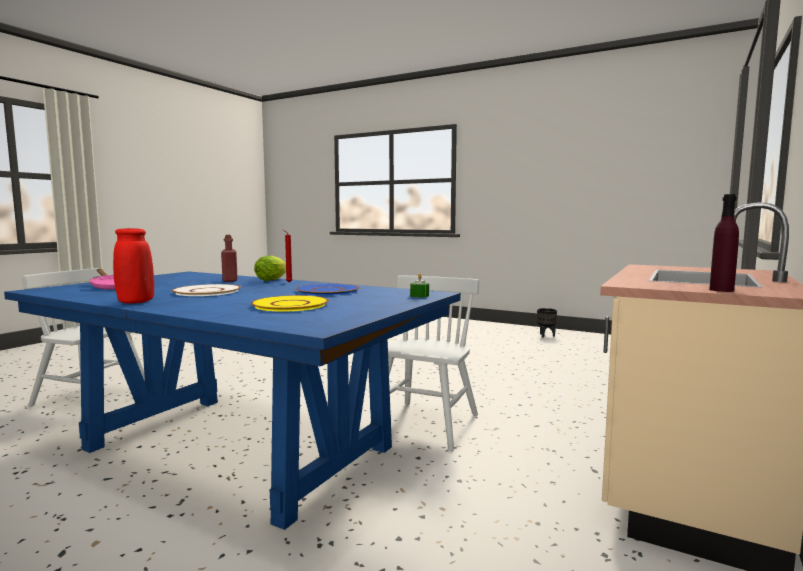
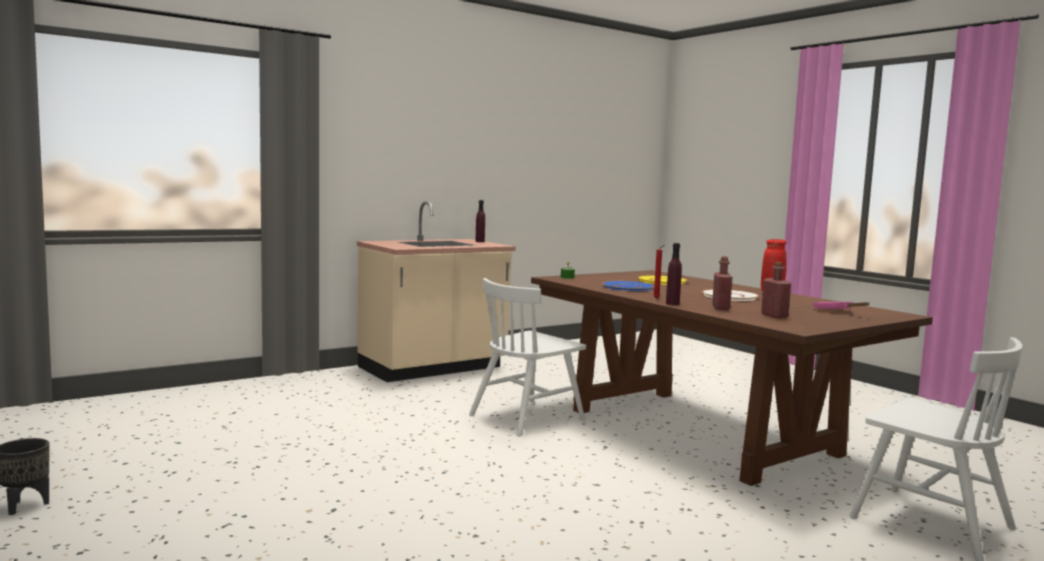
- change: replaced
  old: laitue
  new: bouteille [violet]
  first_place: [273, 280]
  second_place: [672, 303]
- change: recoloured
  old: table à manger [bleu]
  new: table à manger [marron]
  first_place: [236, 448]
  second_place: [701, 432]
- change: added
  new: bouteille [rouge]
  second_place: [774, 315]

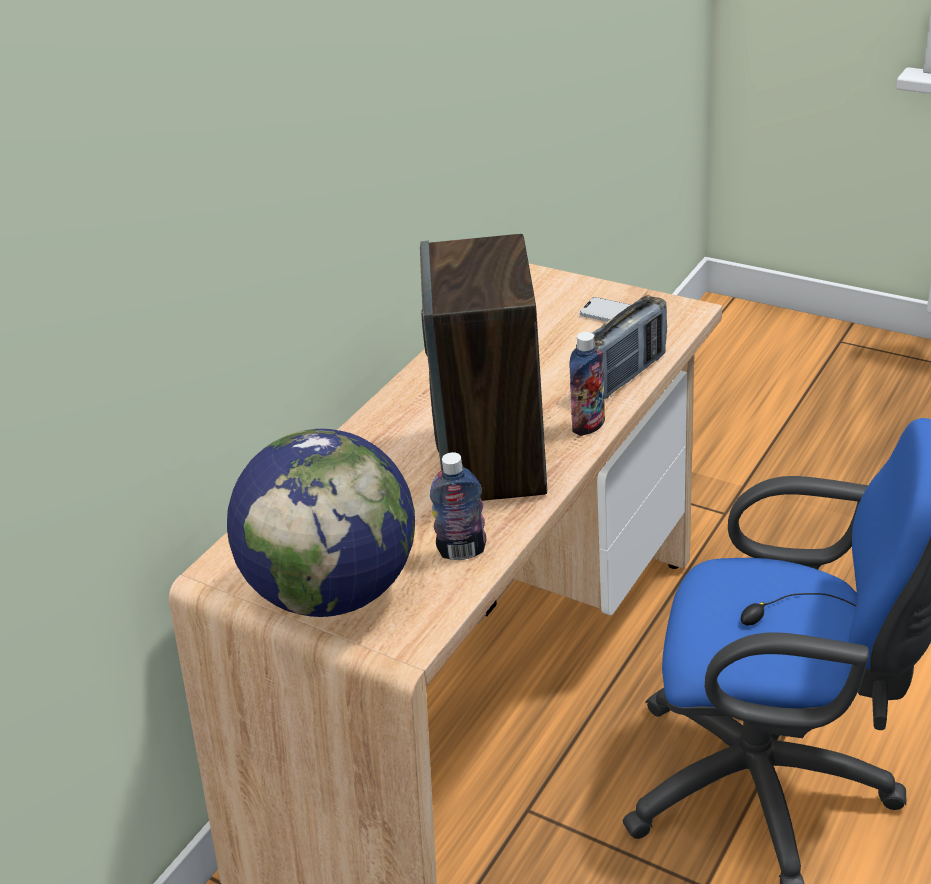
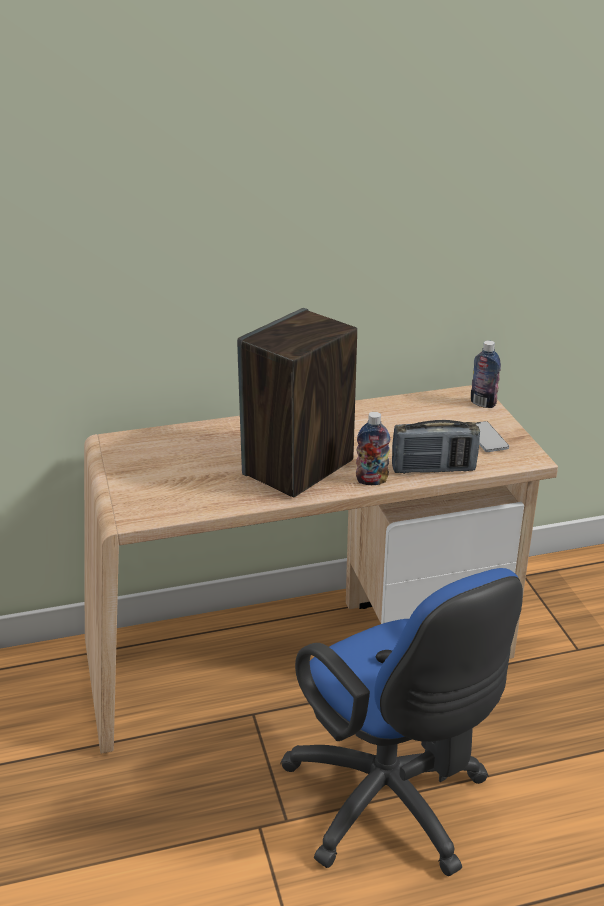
- change: removed
  old: globe
  first_place: [335, 591]
- change: moved
  old: bouteille
  first_place: [462, 551]
  second_place: [483, 403]

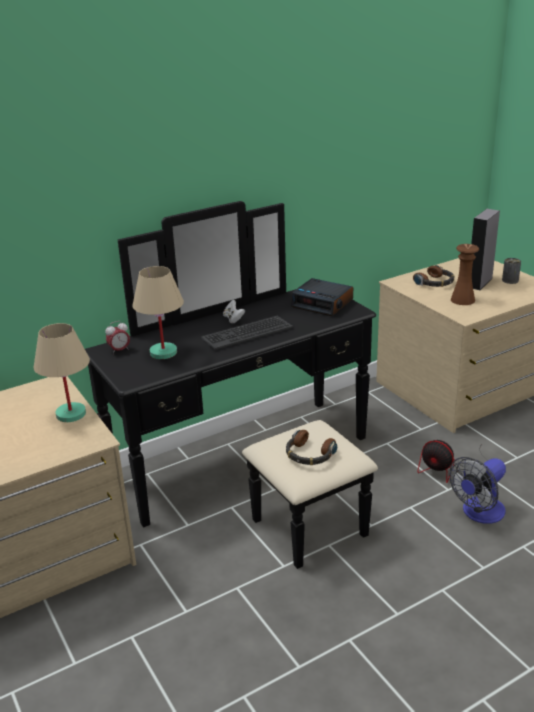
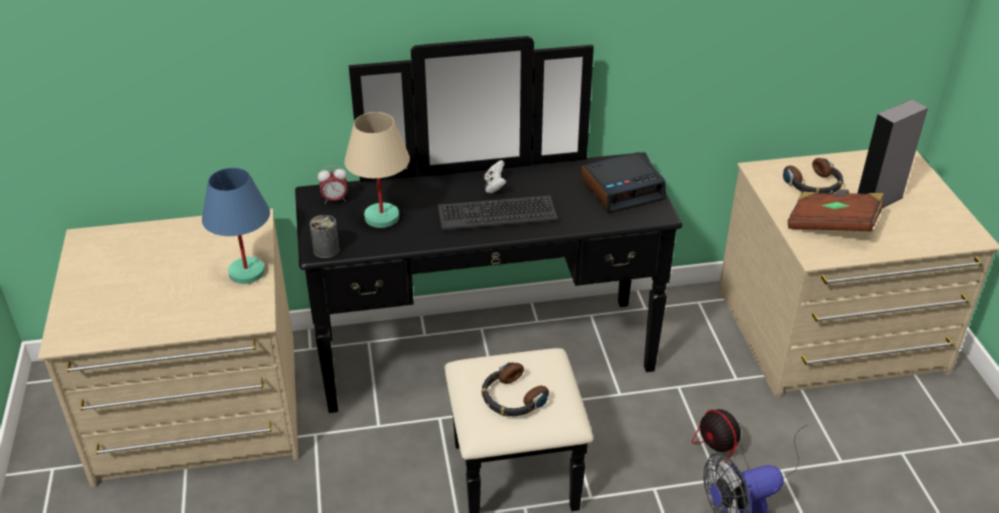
- change: replaced
  old: vase [marron]
  new: livre [marron]
  first_place: [462, 300]
  second_place: [832, 225]
- change: moved
  old: boîte métallique
  first_place: [510, 280]
  second_place: [326, 250]
- change: turned
  old: réveil
  first_place: [323, 303]
  second_place: [622, 189]
  degrees: -75
- change: recoloured
  old: lampe de table [beige]
  new: lampe de table [bleu]
  first_place: [71, 414]
  second_place: [247, 272]

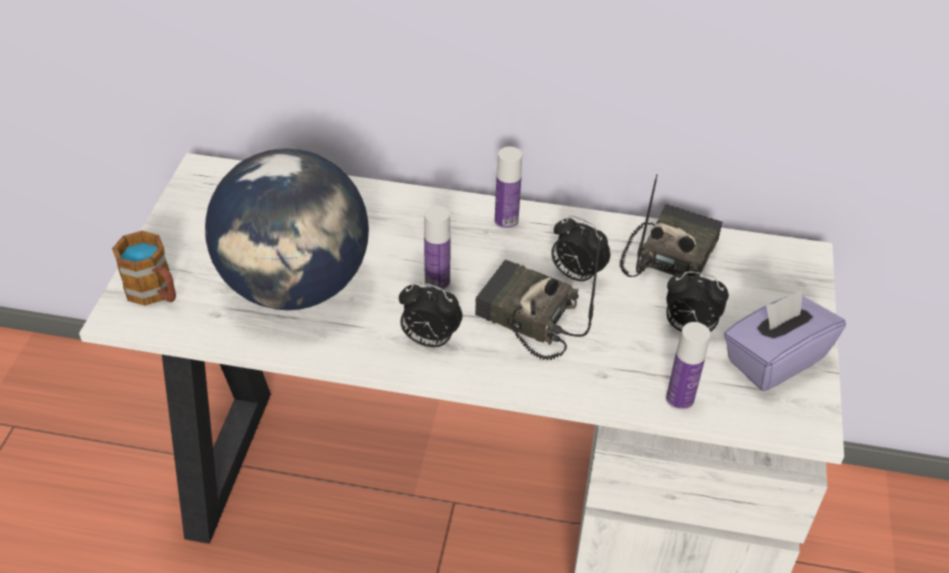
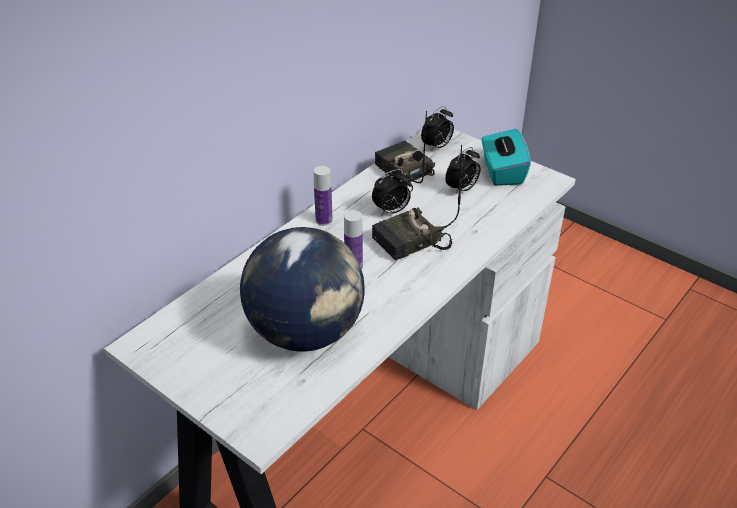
- change: removed
  old: mug
  first_place: [155, 293]
- change: moved
  old: réveil
  first_place: [429, 340]
  second_place: [437, 147]
- change: recoloured
  old: boîte à mouchoirs [violet]
  new: boîte à mouchoirs [turquoise]
  first_place: [774, 359]
  second_place: [502, 172]
- change: removed
  old: bouteille
  first_place: [679, 399]

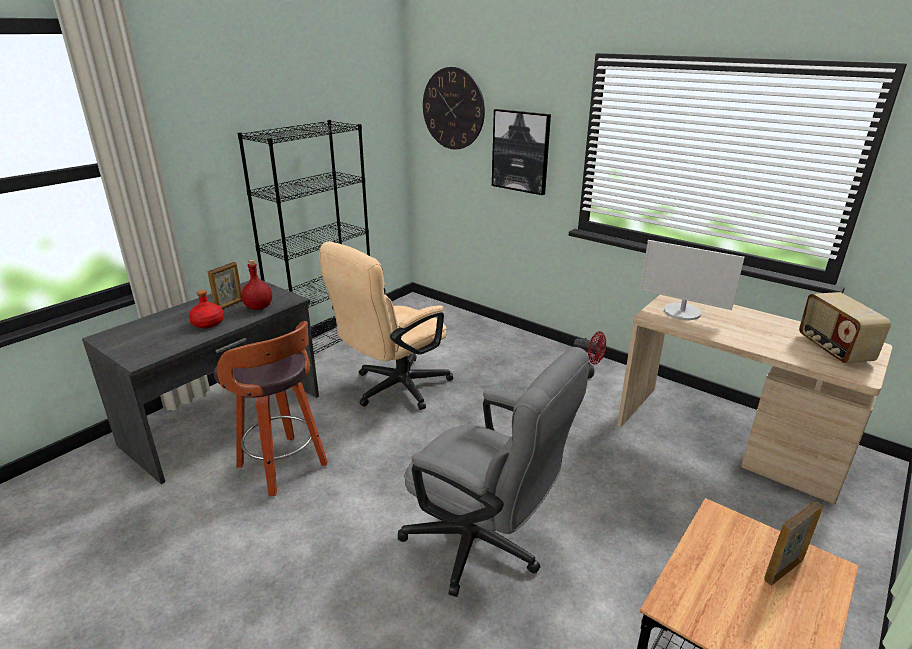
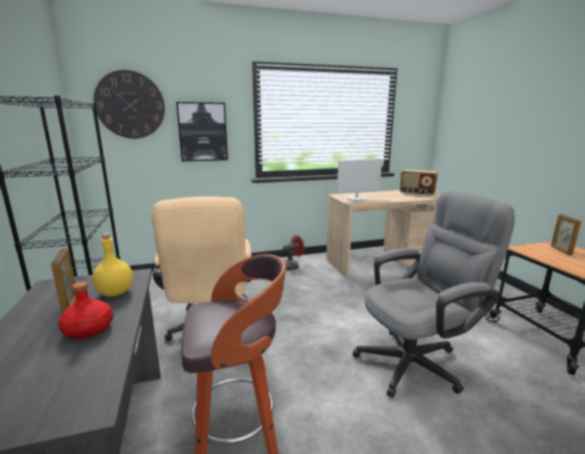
- change: recoloured
  old: bouteille [rouge]
  new: bouteille [jaune]
  first_place: [259, 307]
  second_place: [115, 292]

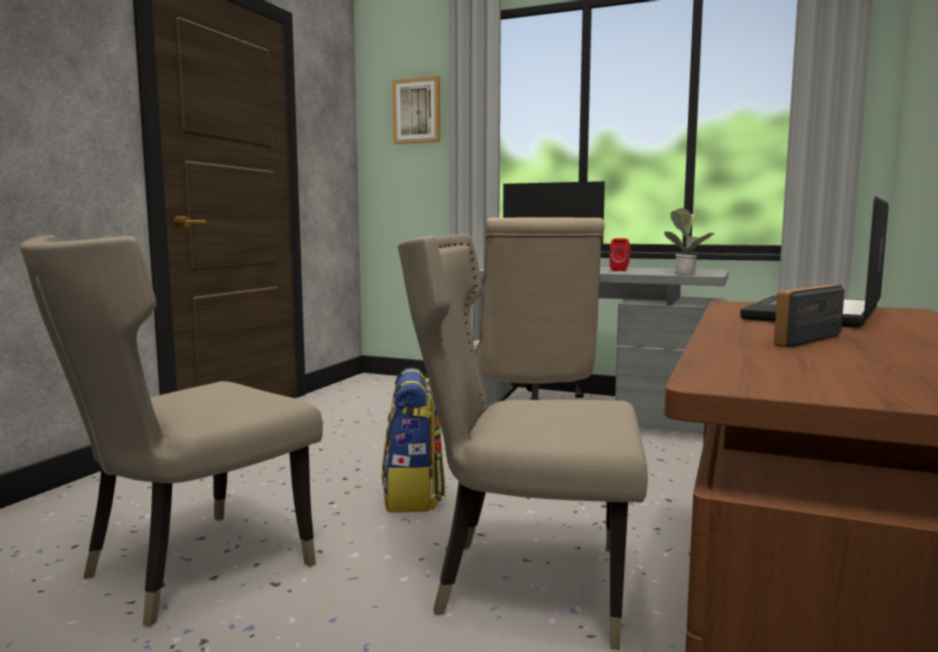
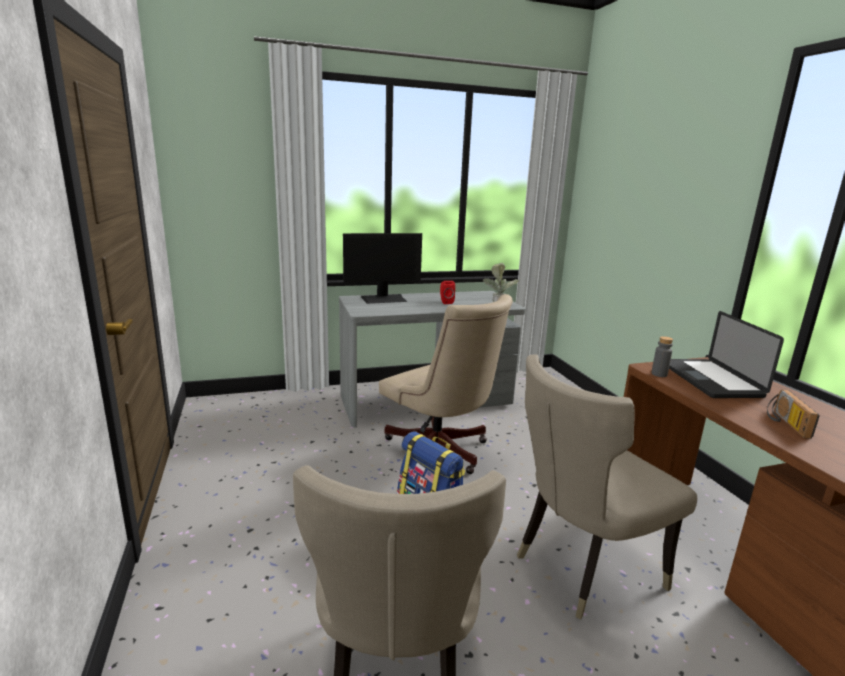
- change: removed
  old: tableau
  first_place: [417, 111]
- change: added
  new: bouteille [gris]
  second_place: [659, 374]

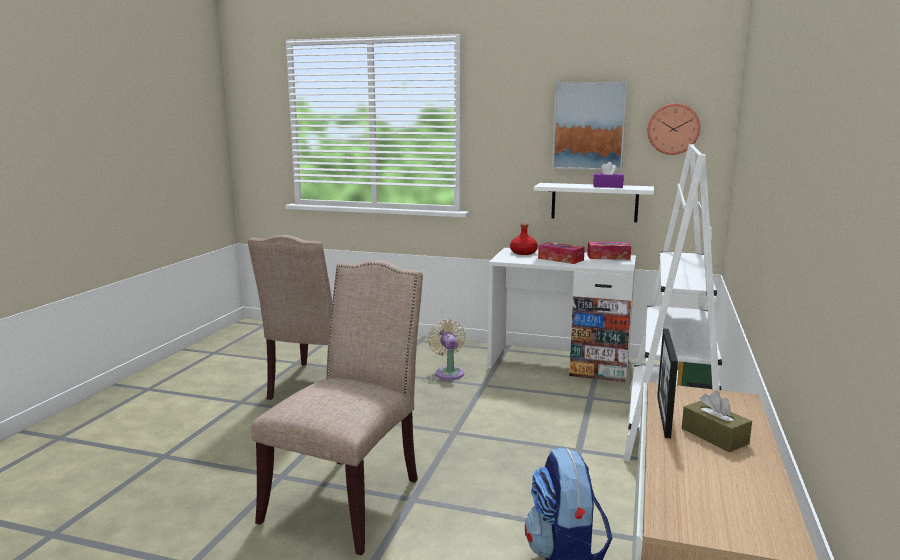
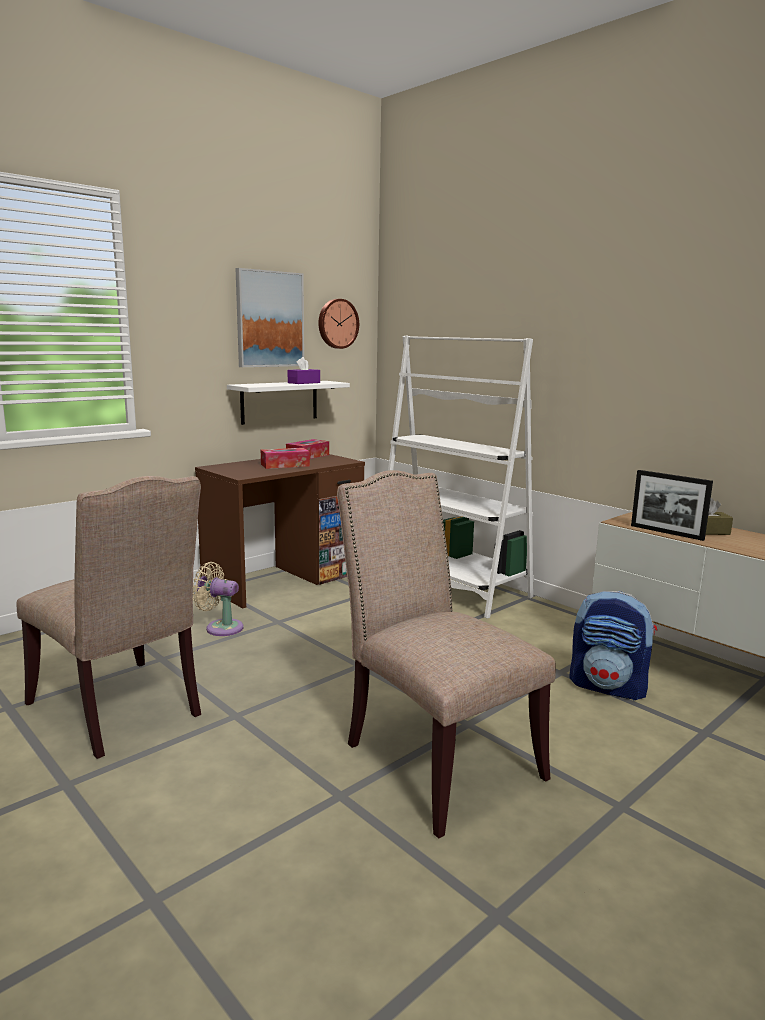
- change: removed
  old: bouteille [rouge]
  first_place: [523, 253]
- change: recoloured
  old: bureau [blanc]
  new: bureau [marron]
  first_place: [559, 362]
  second_place: [284, 579]

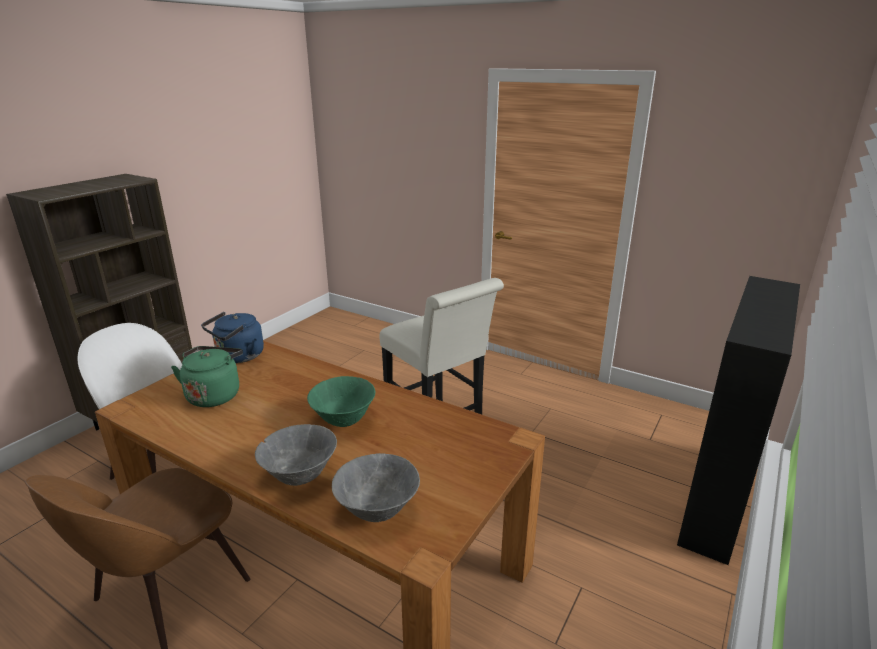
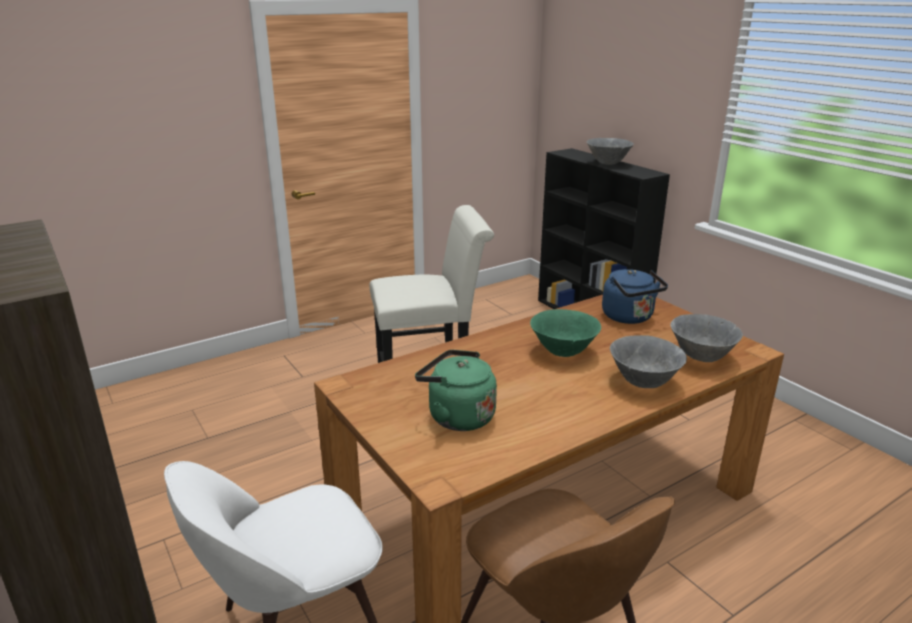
- change: moved
  old: bouilloire [bleu]
  first_place: [238, 357]
  second_place: [629, 317]
- change: added
  new: bol [gris]
  second_place: [608, 163]

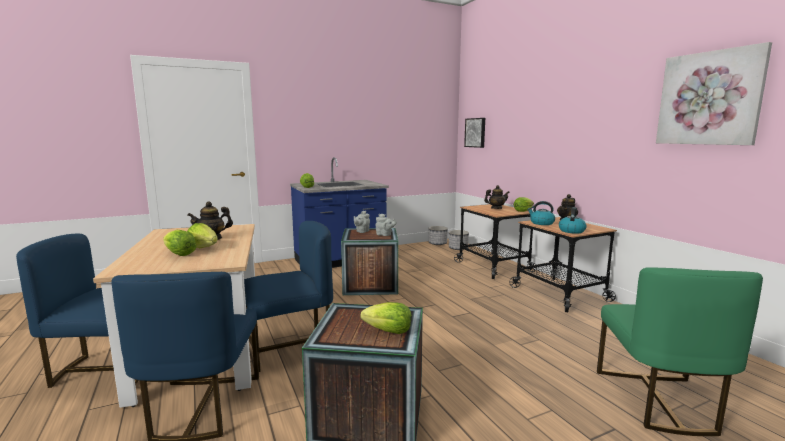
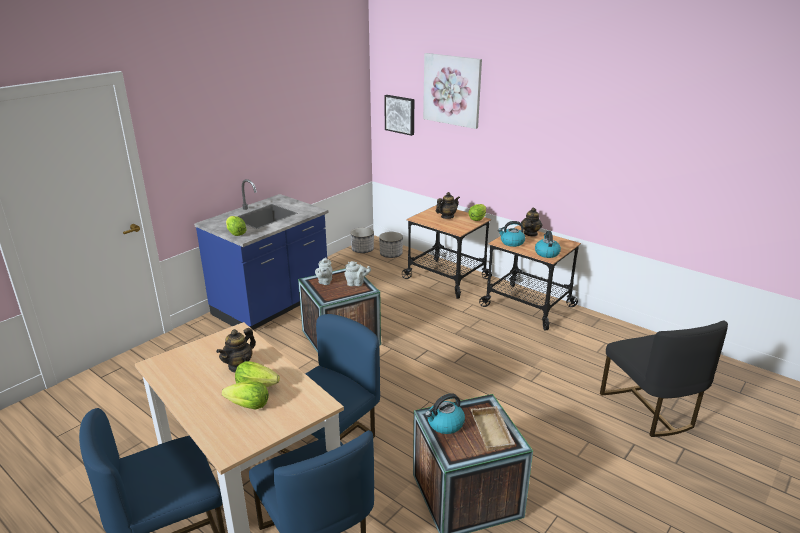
- change: moved
  old: tableau
  first_place: [709, 98]
  second_place: [452, 90]
- change: recoloured
  old: chaise [vert]
  new: chaise [noir]
  first_place: [659, 401]
  second_place: [650, 409]
- change: replaced
  old: laitue
  new: plateau [beige]
  first_place: [388, 332]
  second_place: [493, 432]
- change: added
  new: bouilloire
  second_place: [445, 424]

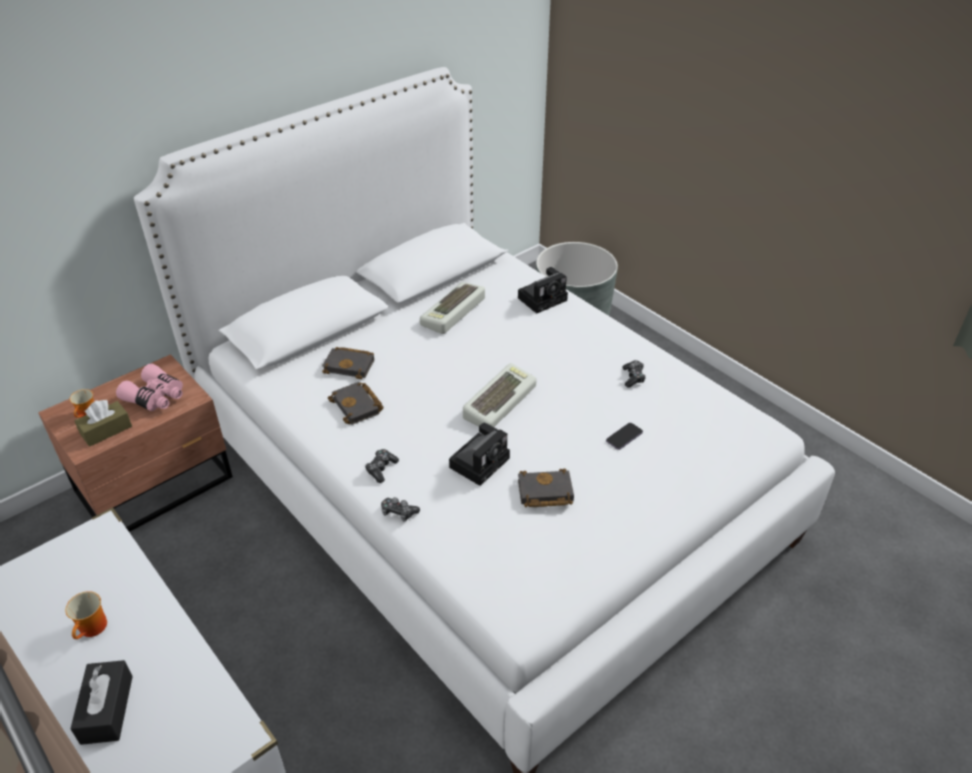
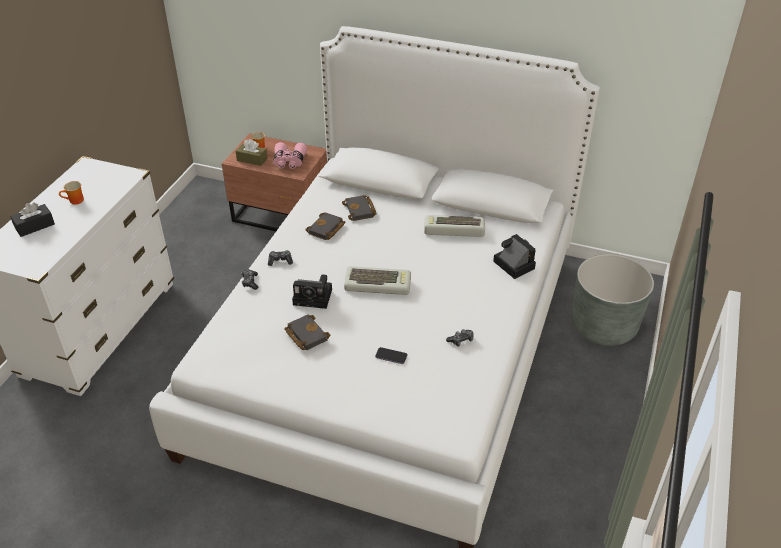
- change: turned
  old: appareil photo
  first_place: [543, 298]
  second_place: [512, 264]
  degrees: -150

